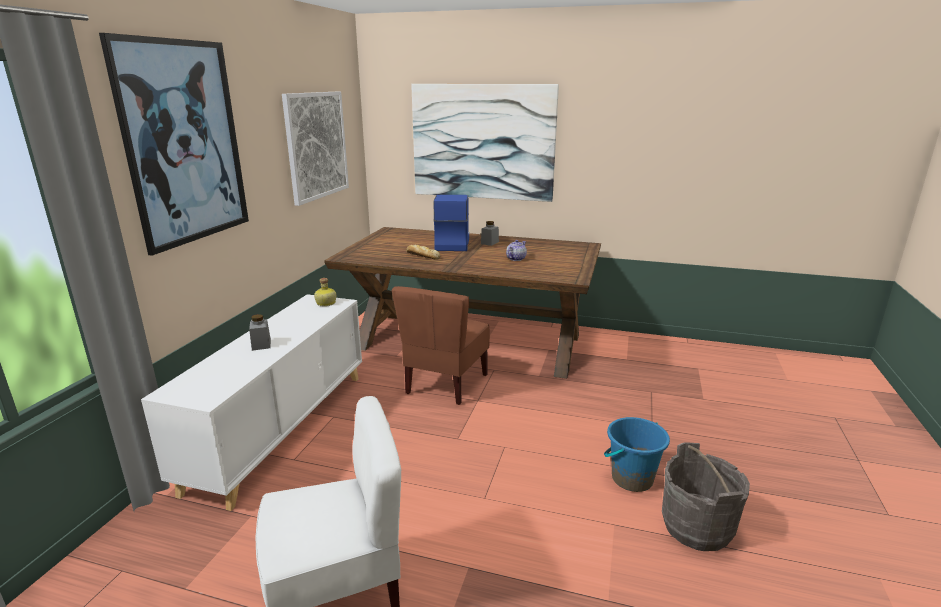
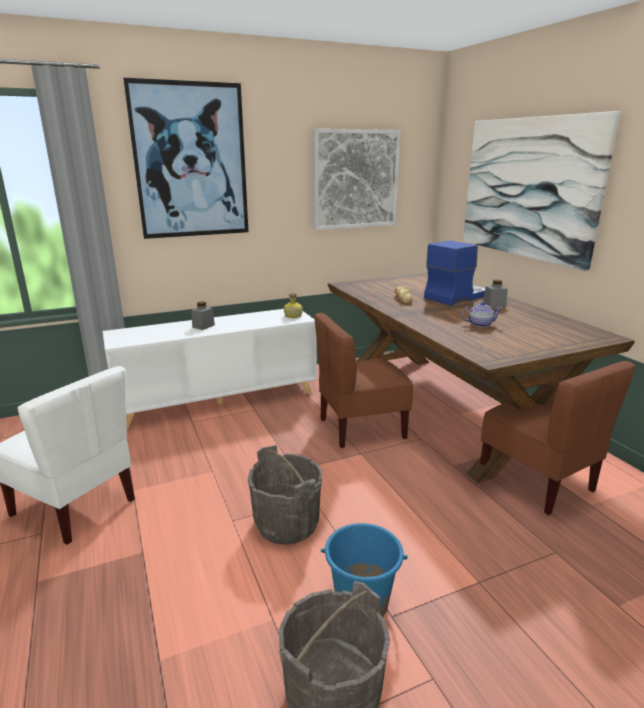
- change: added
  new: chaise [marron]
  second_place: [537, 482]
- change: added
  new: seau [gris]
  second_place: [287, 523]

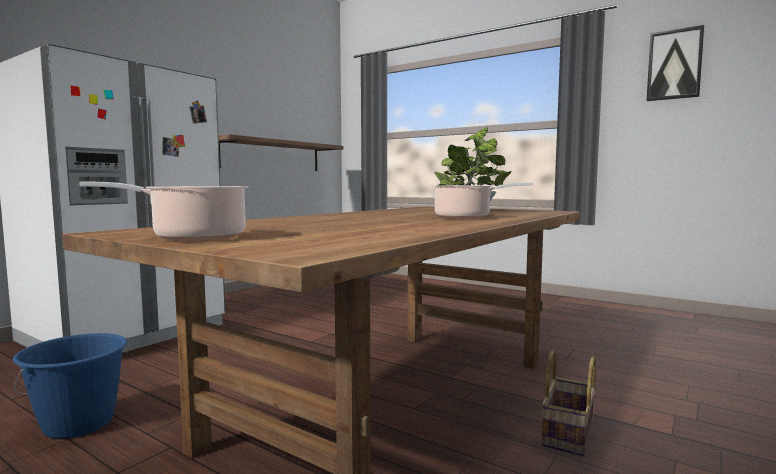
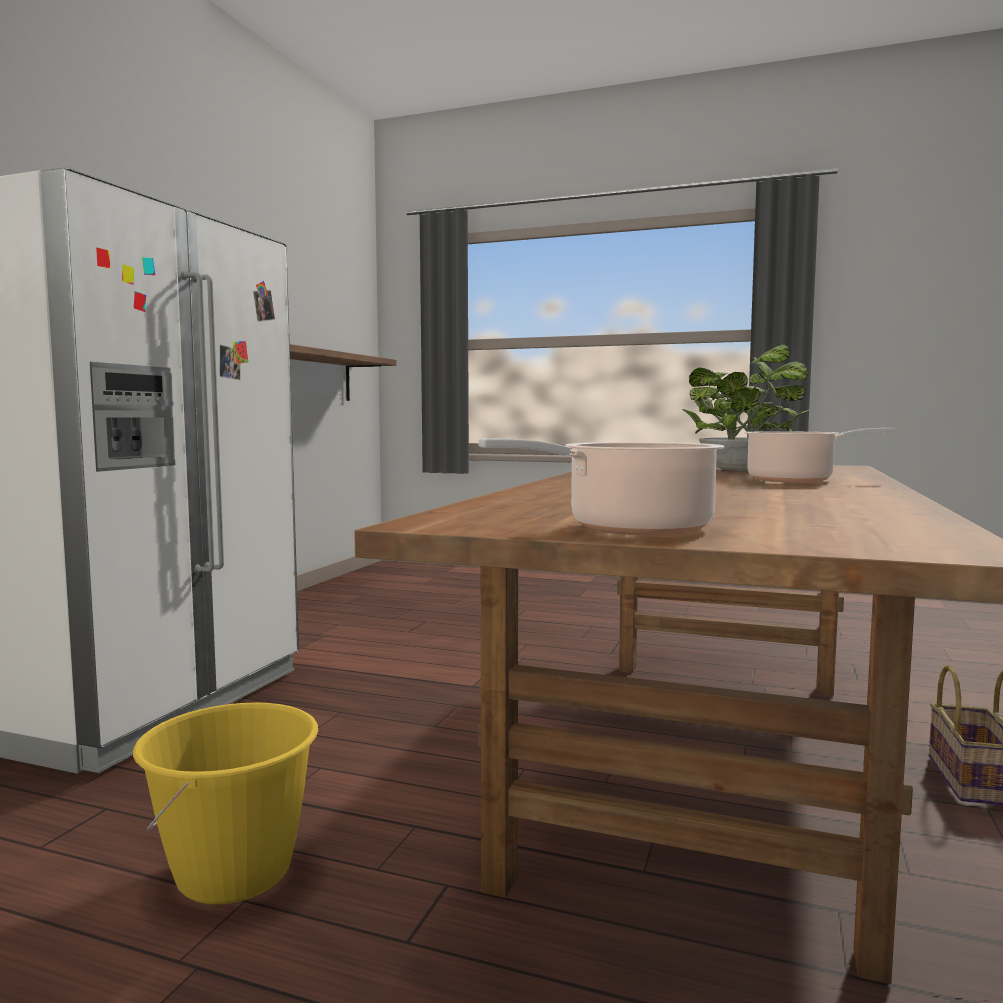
- change: removed
  old: tableau
  first_place: [674, 64]
- change: recoloured
  old: seau [bleu]
  new: seau [jaune]
  first_place: [79, 424]
  second_place: [235, 873]

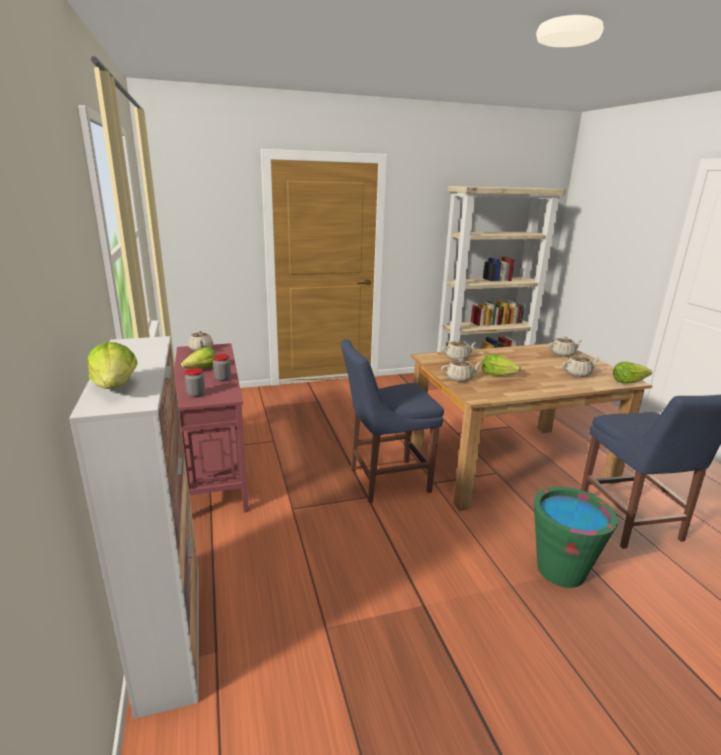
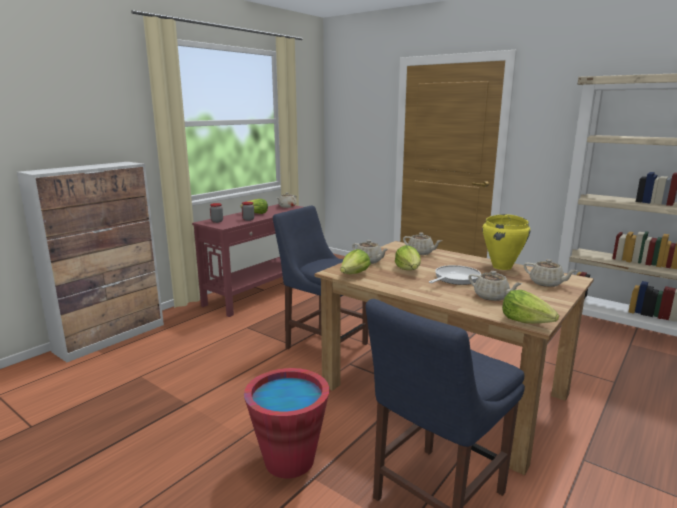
- change: moved
  old: laitue
  first_place: [116, 387]
  second_place: [354, 274]
- change: recoloured
  old: seau [vert]
  new: seau [rouge]
  first_place: [560, 570]
  second_place: [289, 460]
- change: added
  new: marmite [jaune]
  second_place: [502, 267]
- change: added
  new: poêle
  second_place: [455, 279]

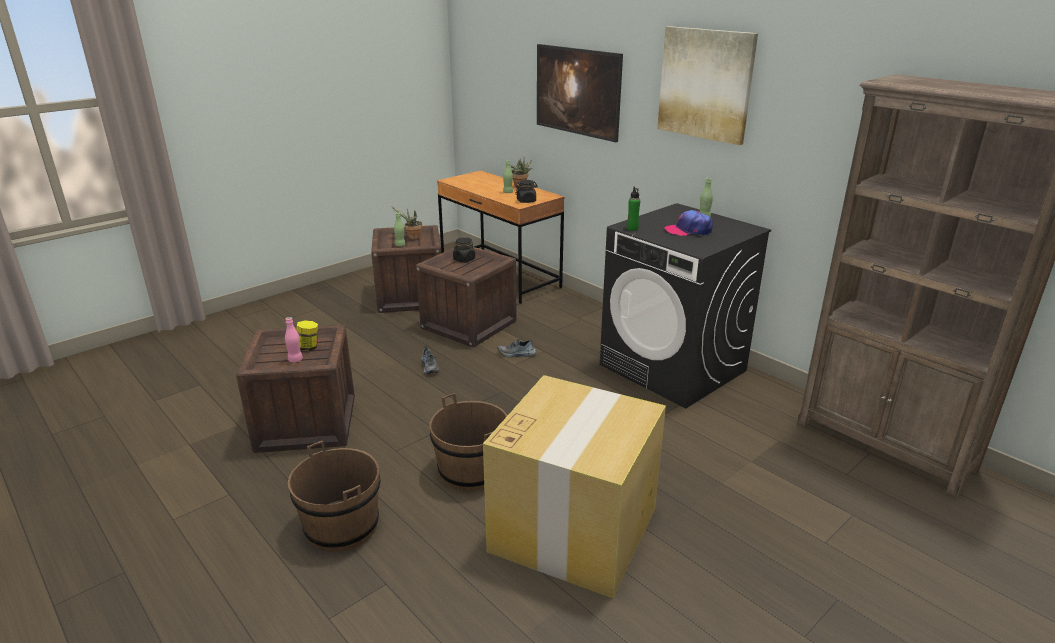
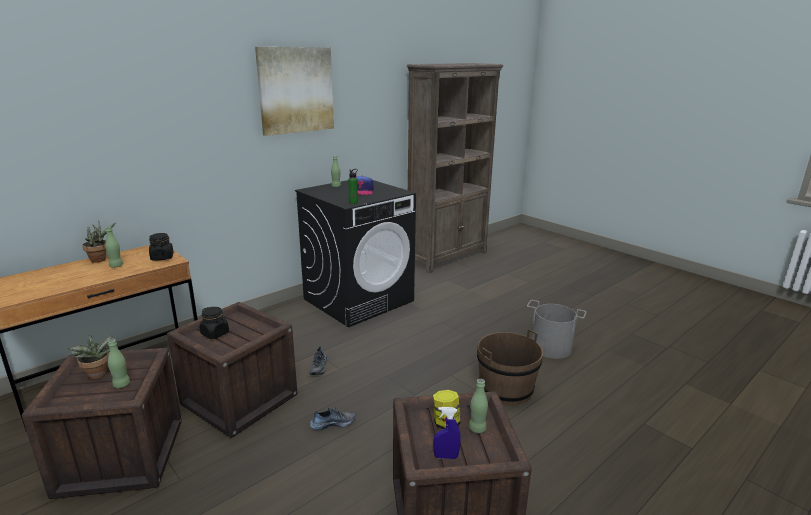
- change: removed
  old: tableau
  first_place: [577, 112]
- change: recoloured
  old: bouteille [rose]
  new: bouteille [vert]
  first_place: [295, 360]
  second_place: [477, 428]
- change: replaced
  old: carton
  new: seau [gris]
  first_place: [574, 528]
  second_place: [551, 347]
- change: removed
  old: seau [marron]
  first_place: [342, 526]
- change: added
  new: vaporisateur [bleu]
  second_place: [446, 456]

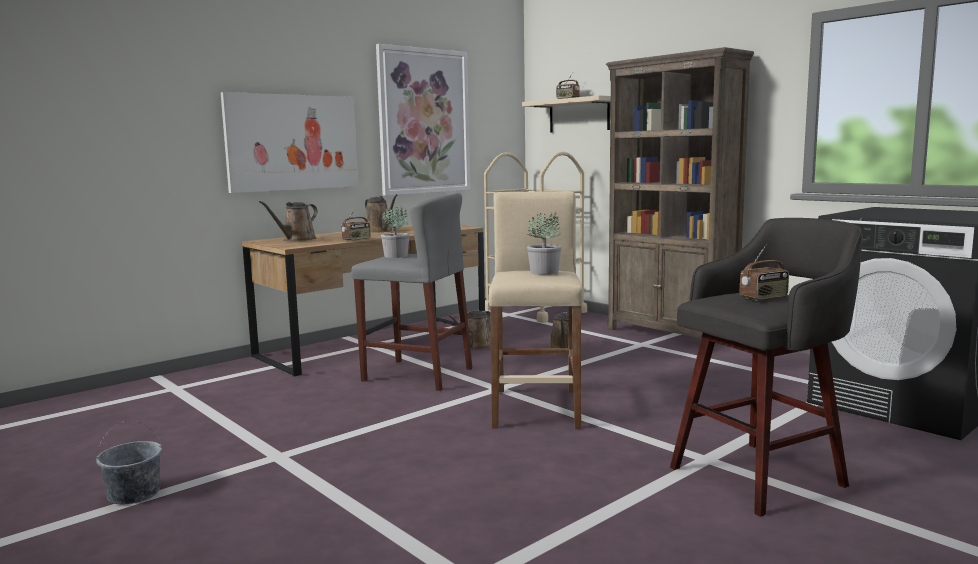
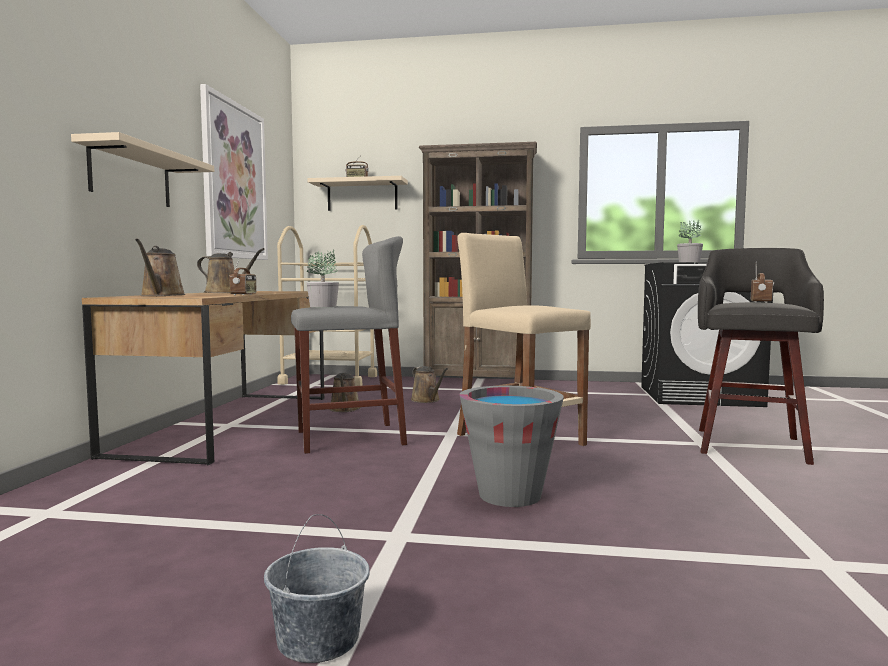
- change: replaced
  old: tableau
  new: étagère [beige]
  first_place: [292, 142]
  second_place: [131, 176]
- change: moved
  old: plante en pot
  first_place: [545, 272]
  second_place: [689, 262]
- change: added
  new: seau [gris]
  second_place: [509, 495]

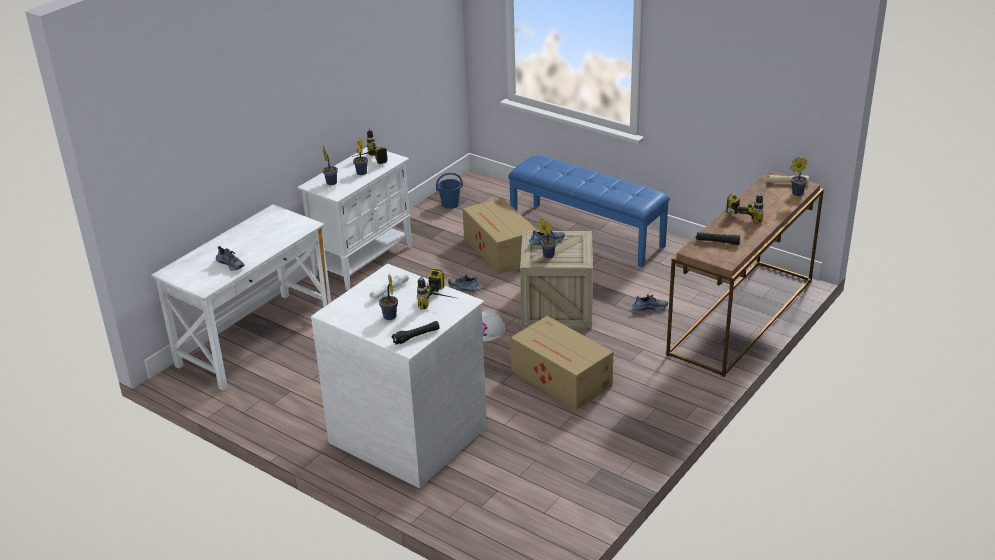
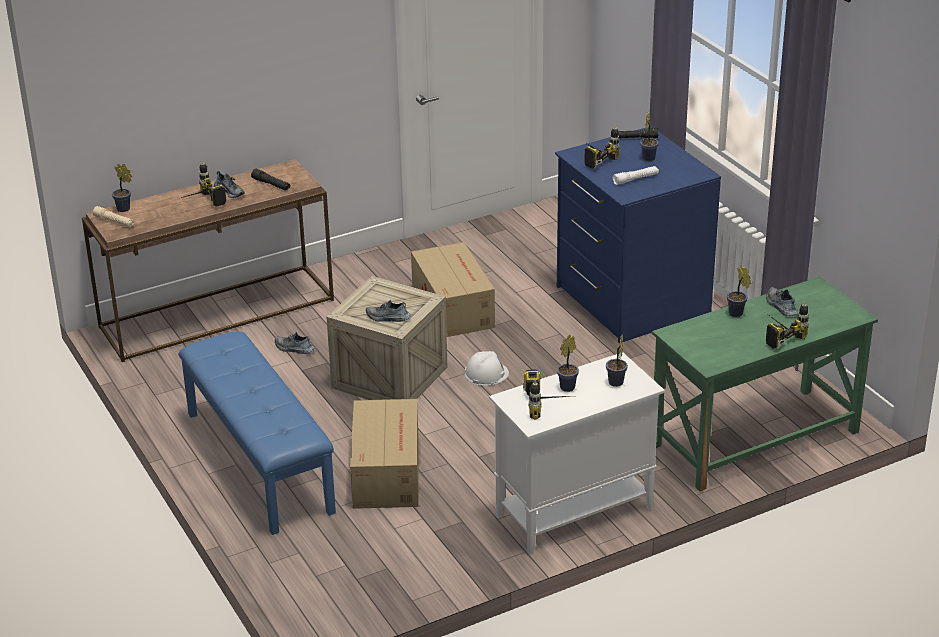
- change: removed
  old: seau [bleu]
  first_place: [450, 204]
- change: recoloured
  old: bureau [blanc]
  new: bureau [vert]
  first_place: [255, 339]
  second_place: [755, 439]
- change: moved
  old: plante en pot
  first_place: [547, 255]
  second_place: [737, 314]
- change: recoloured
  old: commode [blanc]
  new: commode [bleu]
  first_place: [409, 433]
  second_place: [630, 300]
- change: moved
  old: chaussure
  first_place: [464, 288]
  second_place: [230, 191]
- change: added
  new: perceuse
  second_place: [777, 334]

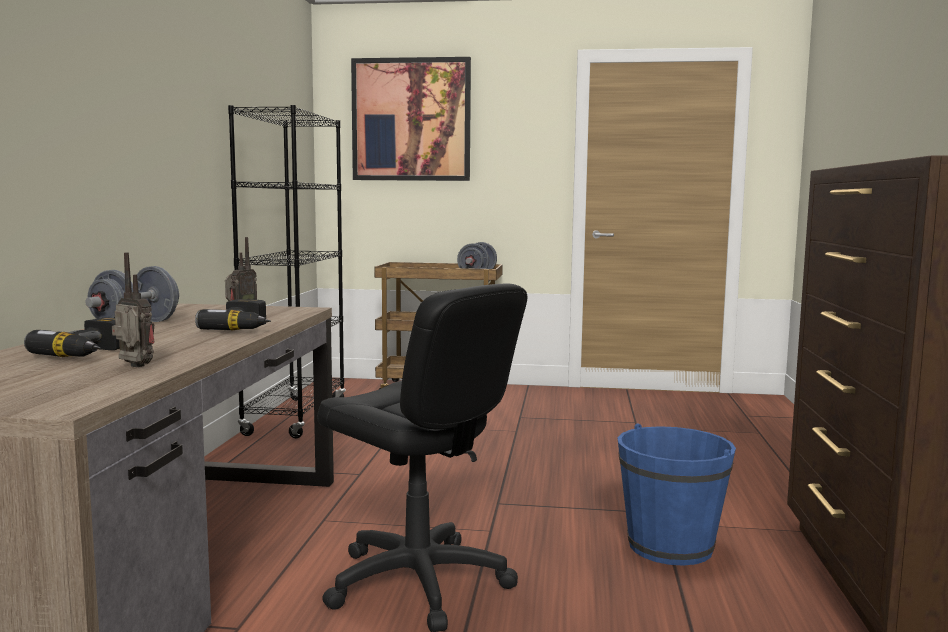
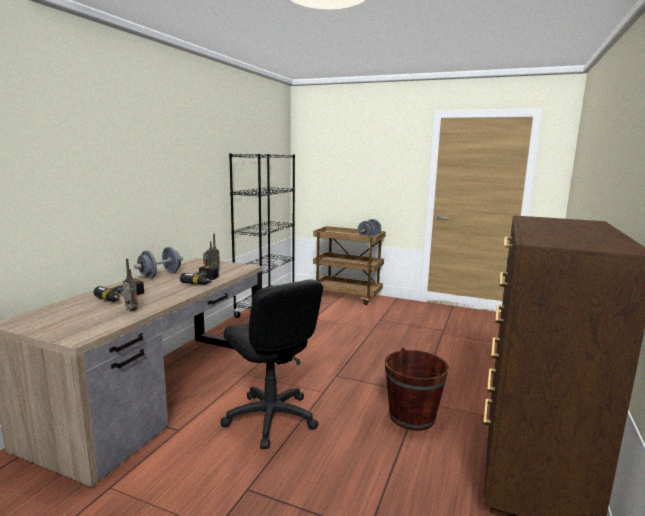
- change: removed
  old: tableau
  first_place: [411, 120]
- change: recoloured
  old: seau [bleu]
  new: seau [marron]
  first_place: [670, 546]
  second_place: [412, 417]

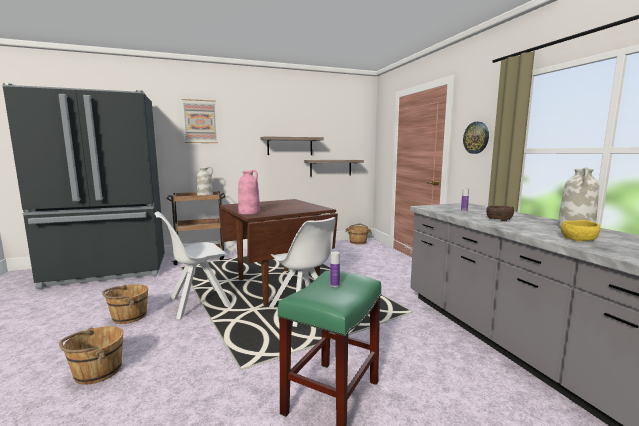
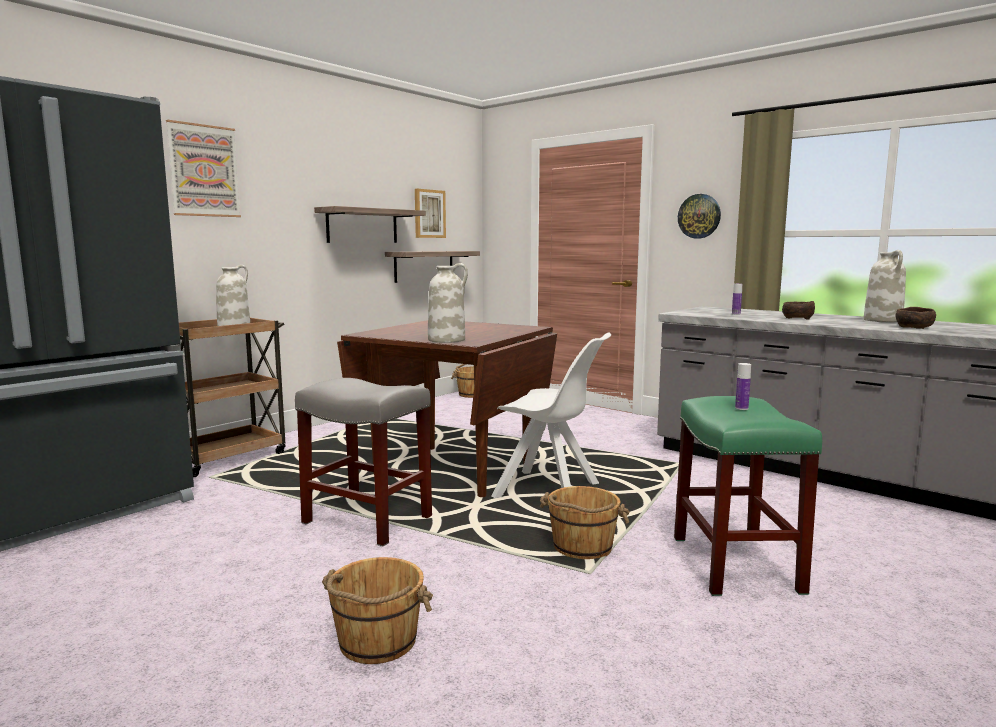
- change: recoloured
  old: vase [rose]
  new: vase [blanc]
  first_place: [249, 212]
  second_place: [447, 340]
- change: replaced
  old: chaise [blanc]
  new: tabouret [gris]
  first_place: [197, 303]
  second_place: [366, 520]
- change: recoloured
  old: bol [jaune]
  new: bol [marron]
  first_place: [578, 240]
  second_place: [914, 328]
- change: moved
  old: seau [marron]
  first_place: [128, 316]
  second_place: [582, 548]
- change: added
  new: tableau
  second_place: [429, 214]

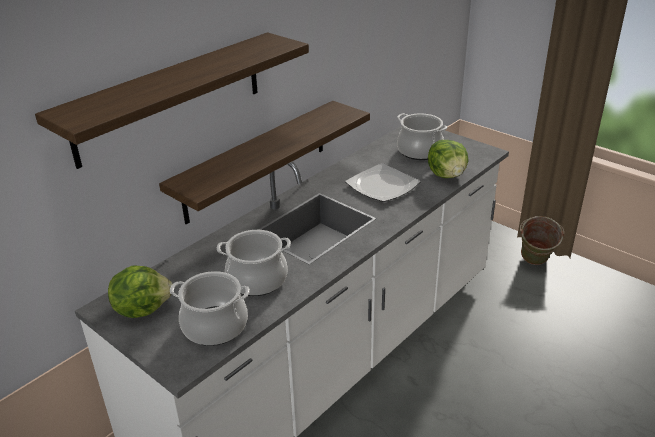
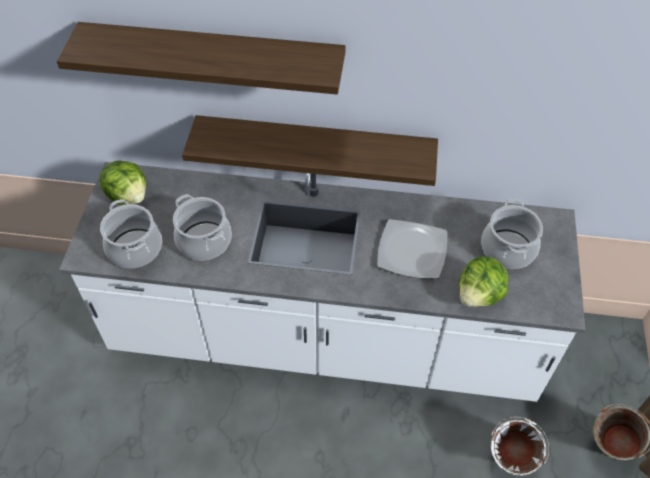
- change: added
  new: seau [blanc]
  second_place: [508, 462]

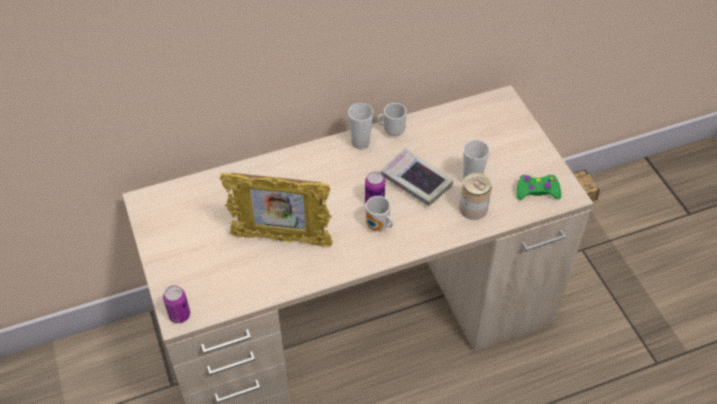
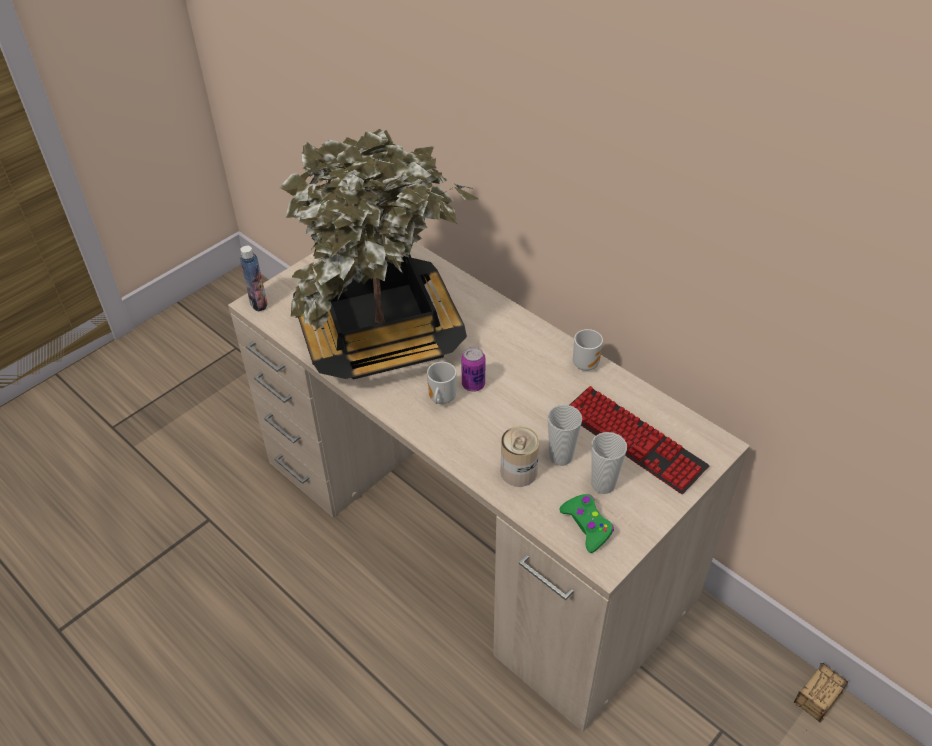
- change: moved
  old: tasse
  first_place: [360, 143]
  second_place: [603, 484]
- change: removed
  old: livre
  first_place: [416, 181]
- change: replaced
  old: cadre photo
  new: plante en pot
  first_place: [281, 239]
  second_place: [381, 334]
- change: replaced
  old: boîte métallique
  new: bouteille
  first_place: [179, 315]
  second_place: [258, 303]
- change: added
  new: clavier
  second_place: [633, 440]

